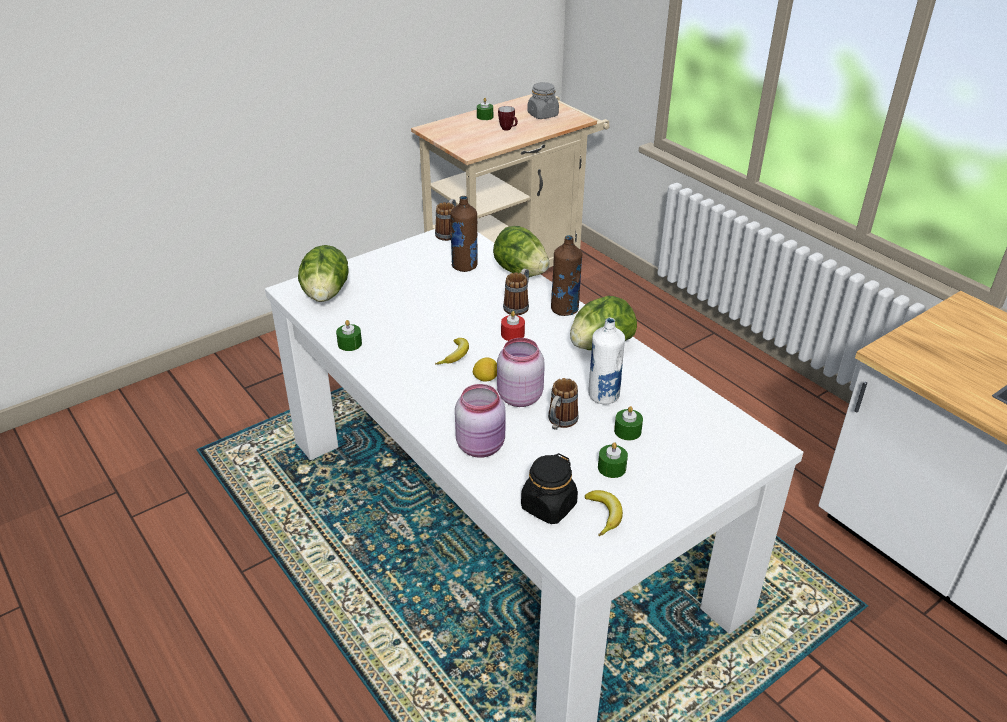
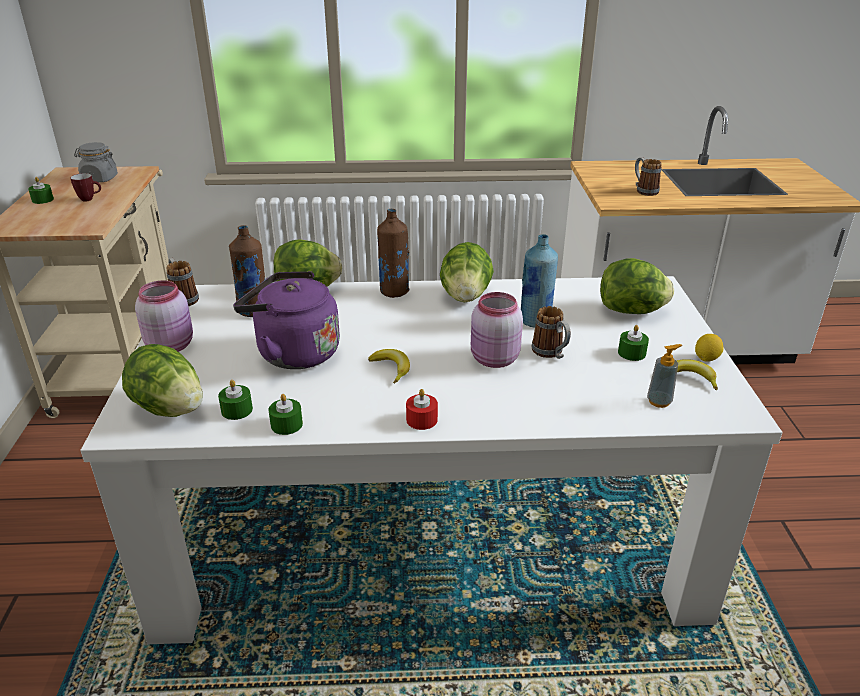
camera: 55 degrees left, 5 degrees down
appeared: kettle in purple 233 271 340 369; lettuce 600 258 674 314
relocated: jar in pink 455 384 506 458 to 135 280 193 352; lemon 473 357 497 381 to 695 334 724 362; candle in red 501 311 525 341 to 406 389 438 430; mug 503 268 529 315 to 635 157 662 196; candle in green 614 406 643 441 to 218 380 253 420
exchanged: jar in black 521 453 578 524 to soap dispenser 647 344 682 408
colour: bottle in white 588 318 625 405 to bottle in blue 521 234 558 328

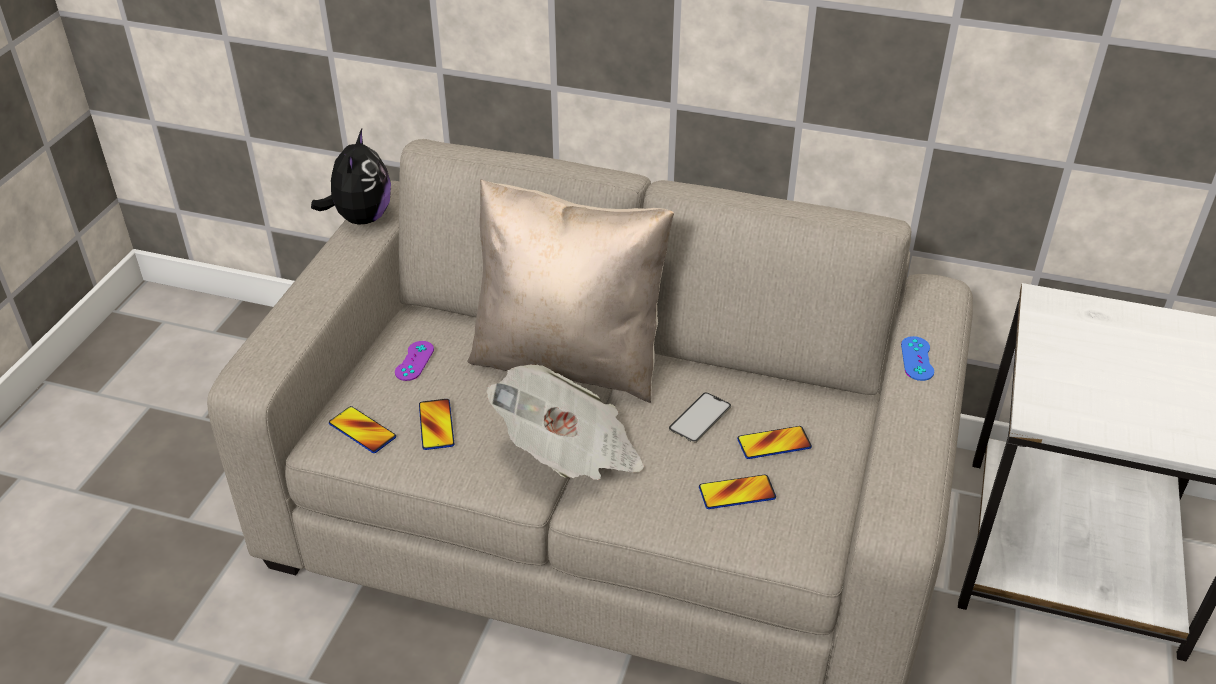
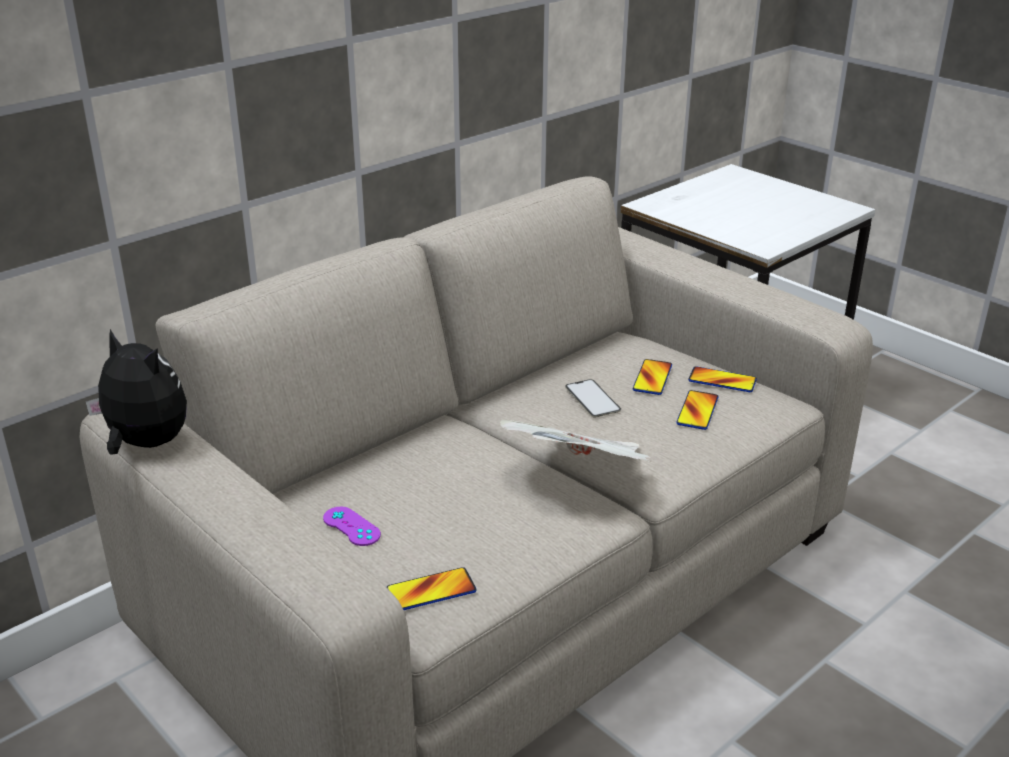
camera: 60 degrees left, 10 degrees down
missing: pillow in beige 468 179 674 403; game controller in blue 901 336 934 381
relocated: phone 419 399 454 450 to 688 366 757 392

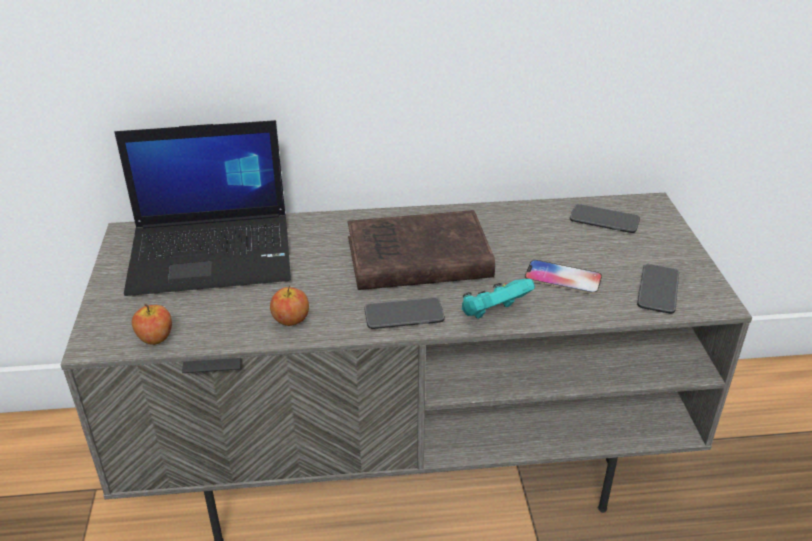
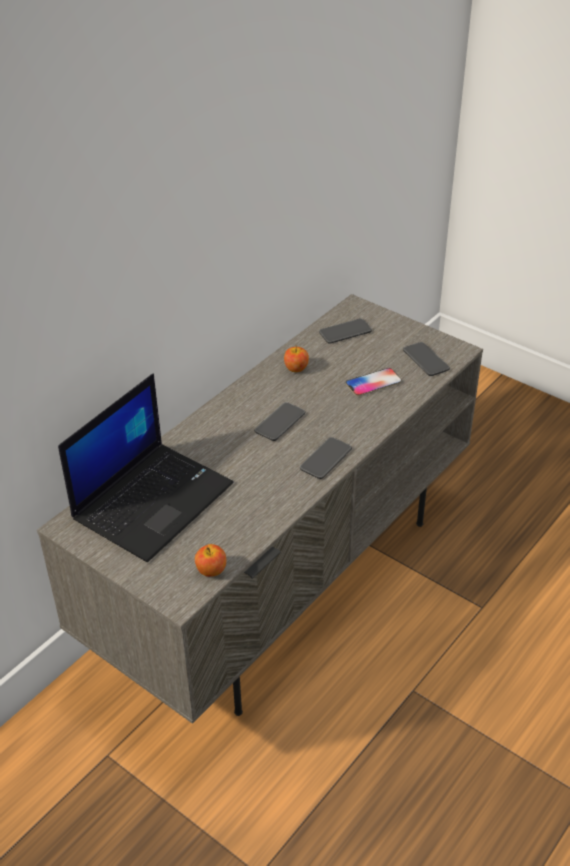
camera: 45 degrees left, 5 degrees up
missing: game controller in turquoise 462 279 535 319
relocated: apple 270 285 309 326 to 284 345 309 372
exchanged: book in brown 348 210 495 290 to phone 254 402 305 441

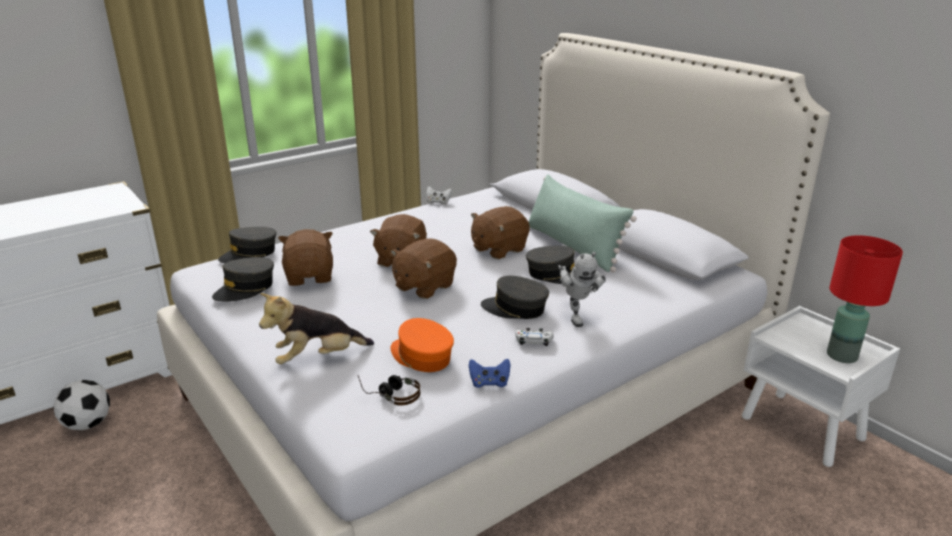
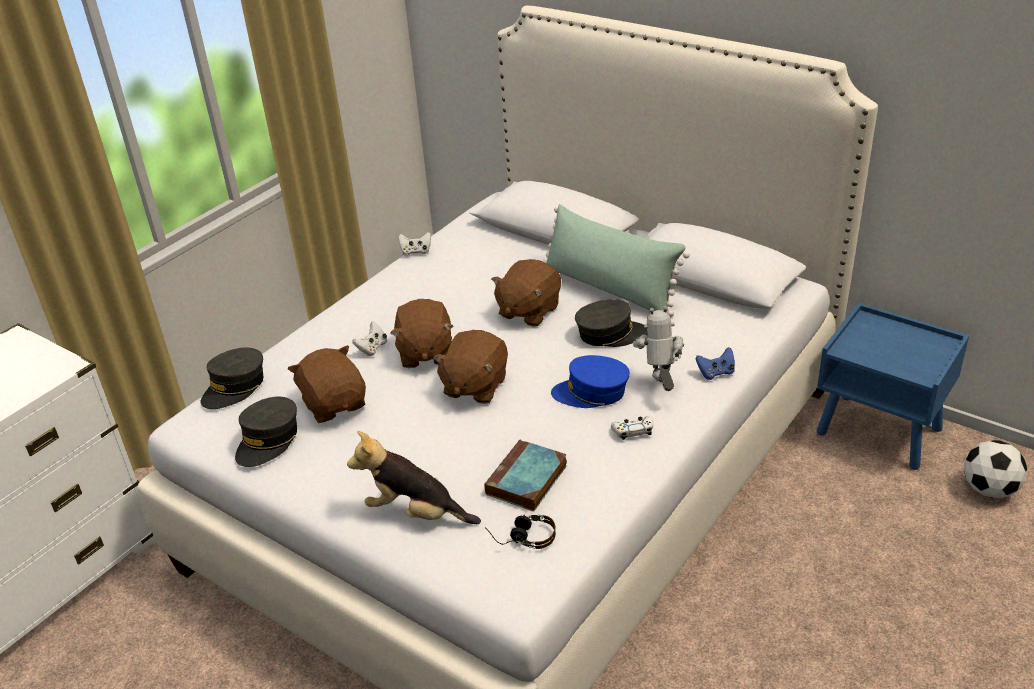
camera: 15 degrees left, 10 degrees up
missing: table lamp in red 827 235 903 363
appeared: game controller in white 352 321 387 356
relocated: football 53 380 110 431 to 964 440 1028 499; game controller in blue 469 359 510 388 to 696 347 735 380
exchanged: cap in orange 390 318 454 372 to book 484 440 567 512
colour: cap in grey 481 276 549 319 to cap in blue 551 355 630 408; nightstand in white 742 306 900 467 to nightstand in blue 817 303 969 470
spun: plush toy 259 293 374 364 = 347 431 481 524 60 degrees clockwise; toy robot 559 252 606 327 = 633 306 684 391 150 degrees counterclockwise

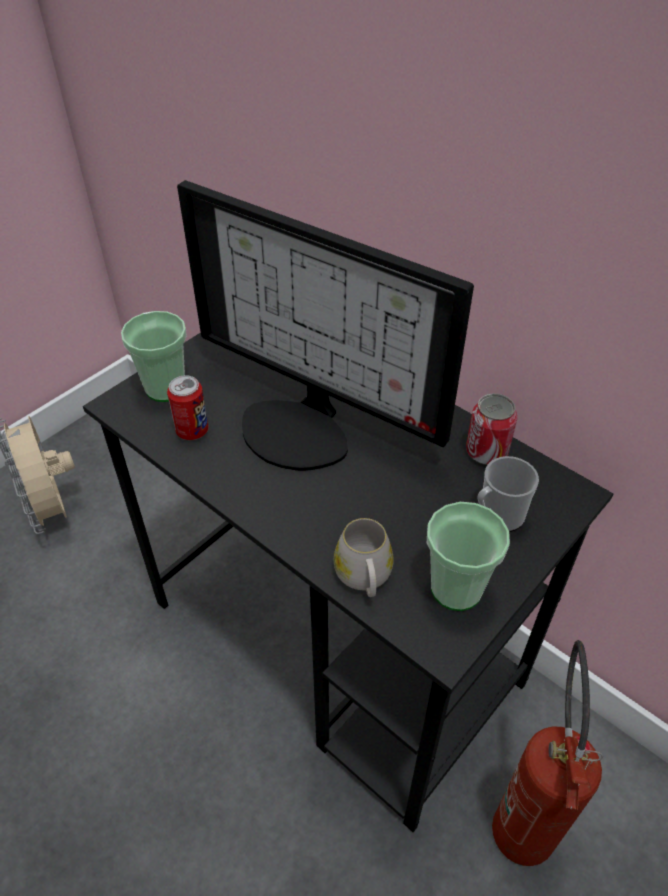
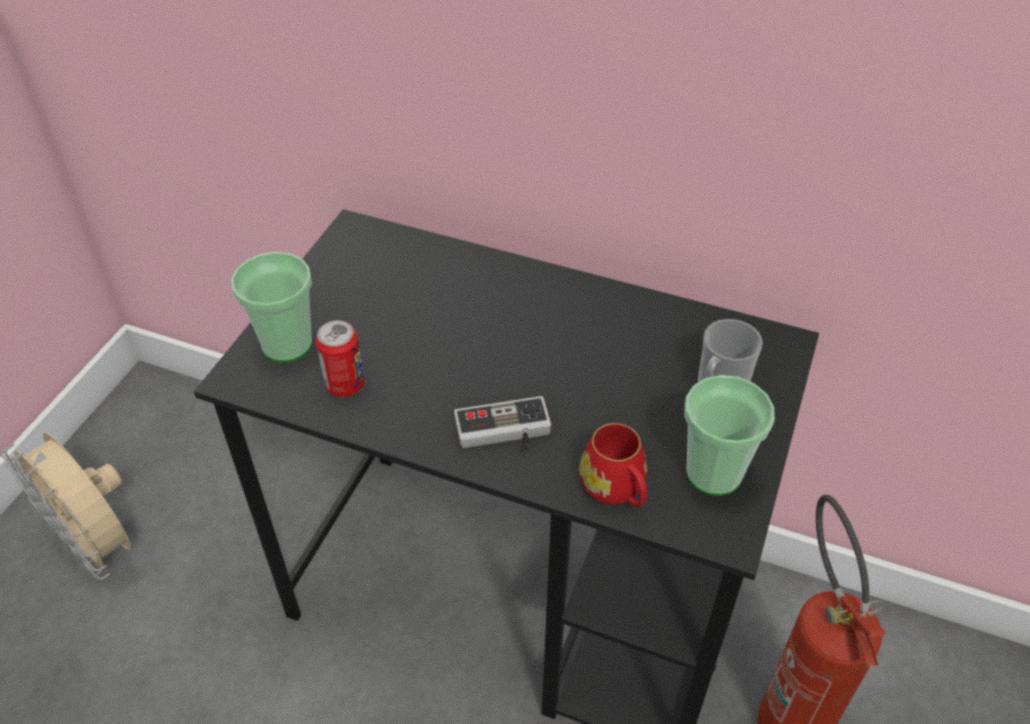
camera: 20 degrees left, 0 degrees up
missing: monitor 177 180 474 471; can 466 393 518 465
appeared: game controller 454 396 551 451
colour: mug in white 334 518 394 597 to mug in red 579 423 647 507

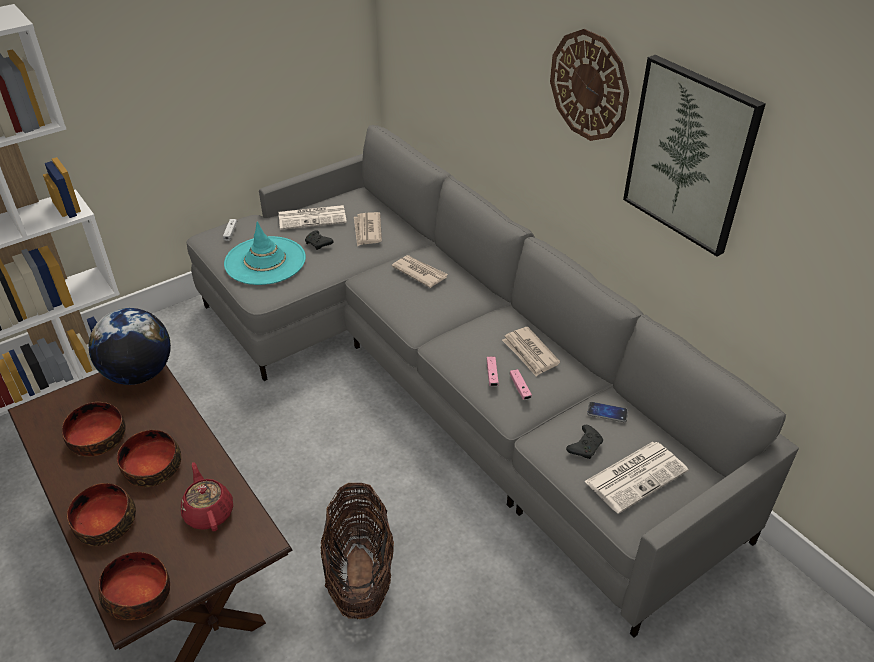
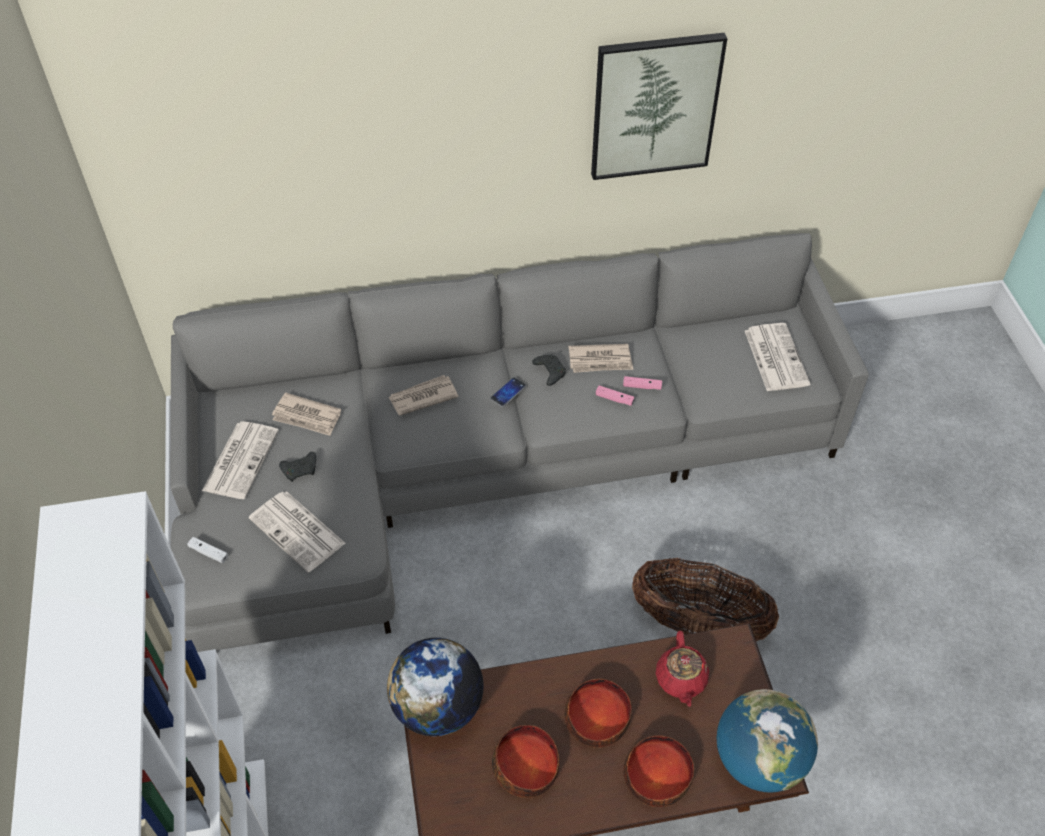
camera: 65 degrees left, 10 degrees up
missing: wall clock 550 29 629 141
relocated: game controller in black 566 425 603 459 to 532 354 566 386; phone 587 402 628 422 to 490 377 527 407
exchanged: bowl 98 552 170 620 to globe 717 689 818 793; hat in turquoise 224 222 306 285 to newspaper 249 491 346 572
spun: teapot in red 181 462 233 532 = 656 631 709 707 90 degrees counterclockwise

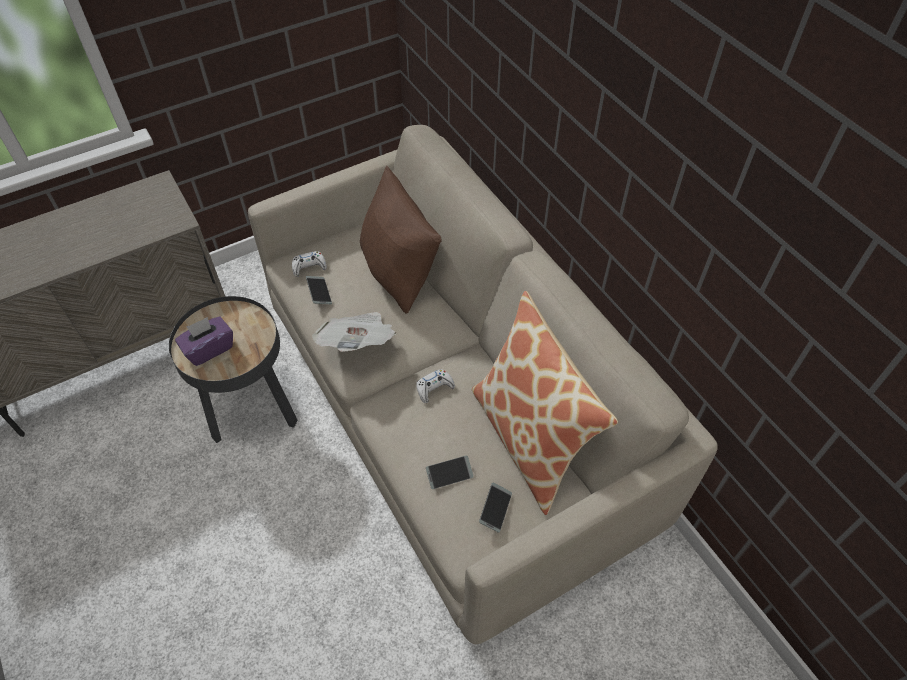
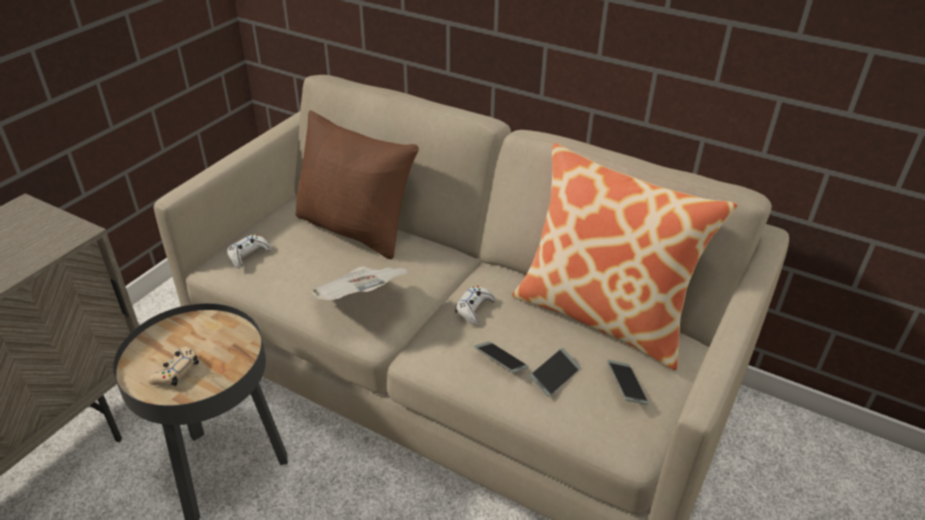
camera: 30 degrees left, 15 degrees down
relocated: phone 306 276 332 304 to 474 341 529 373
exchanged: tissue box in purple 175 316 233 366 to game controller in beige 148 346 199 386

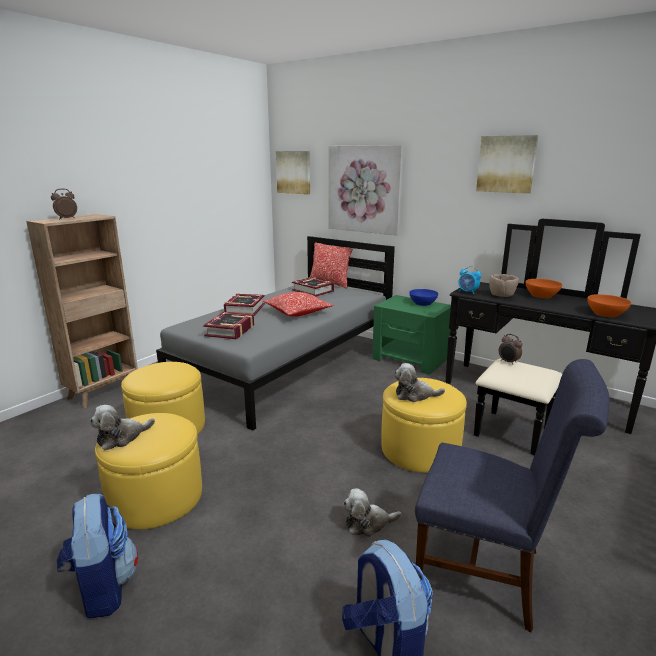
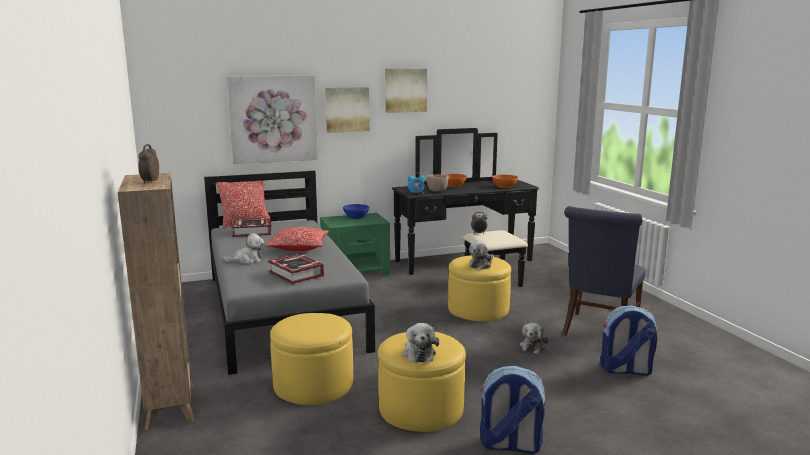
camera: 55 degrees left, 5 degrees down
relocated: picture 276 151 310 195 to 325 87 370 133
exchanged: book 224 294 265 315 to plush toy 223 233 264 264
spun: chair in blue 415 359 610 632 = 562 206 646 336 150 degrees clockwise

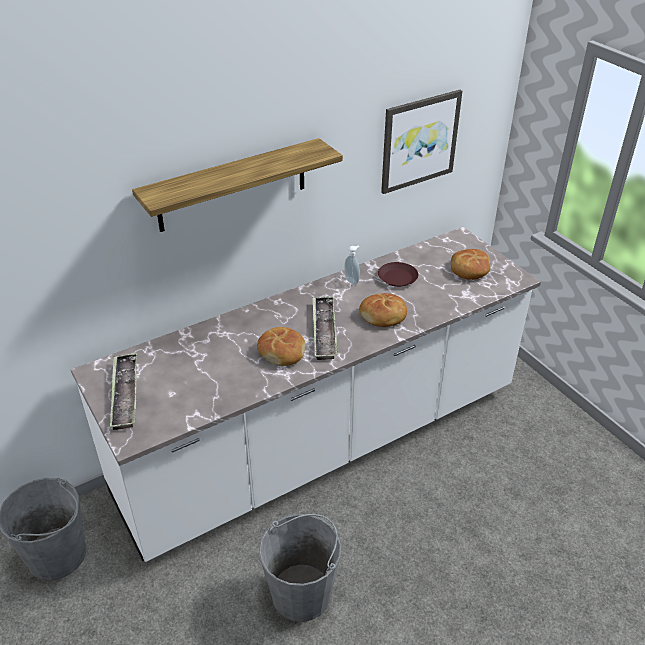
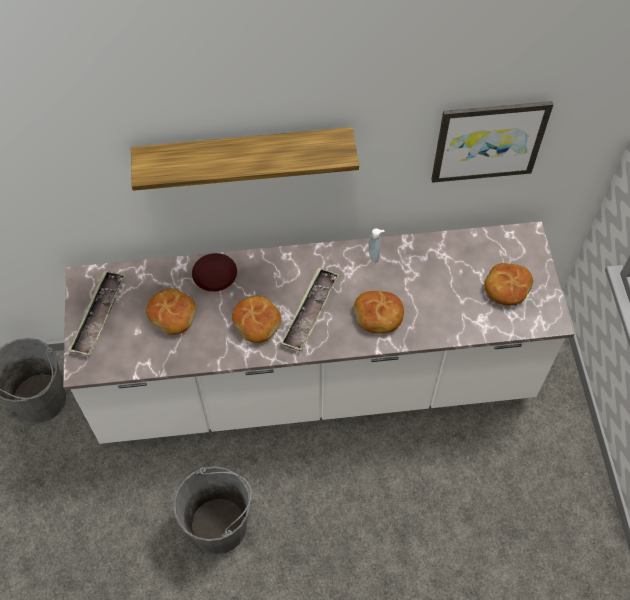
camera: 25 degrees right, 20 degrees up
appeared: bread 146 288 196 335
relocated: plate in brown 378 262 418 287 to 192 253 237 292

